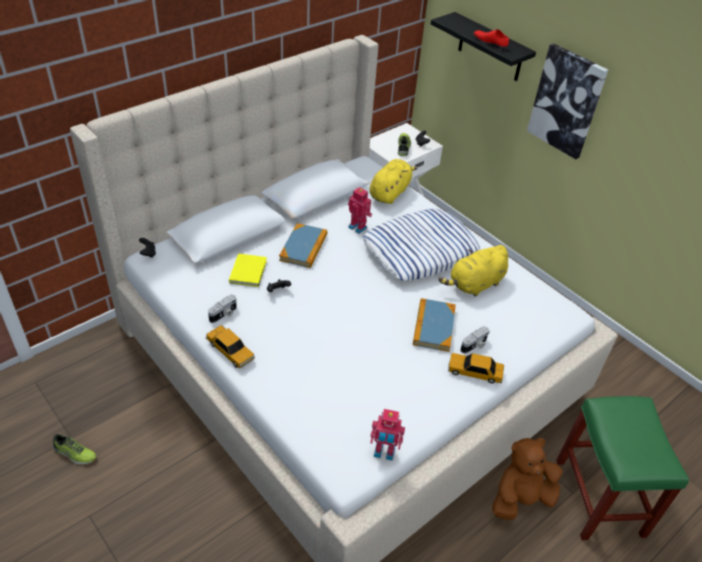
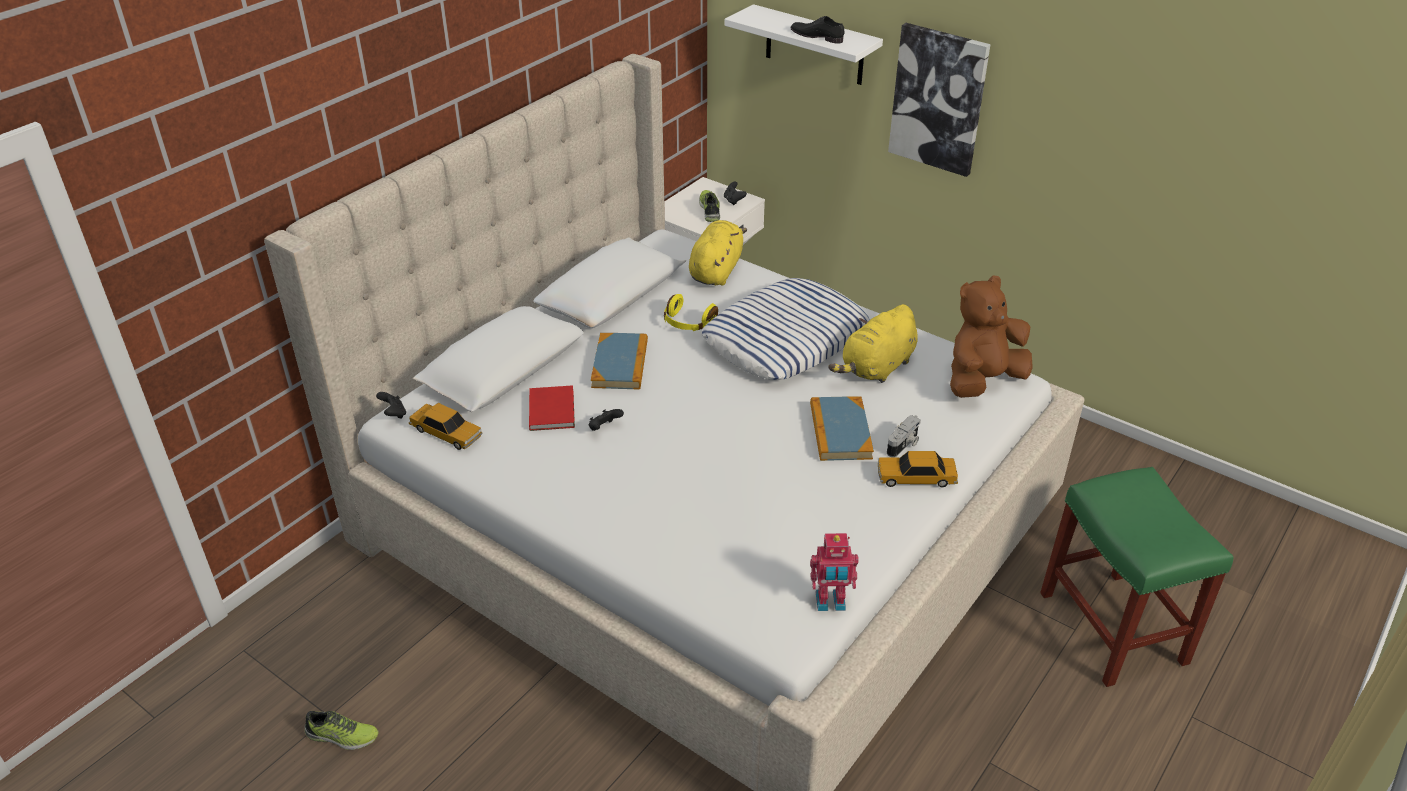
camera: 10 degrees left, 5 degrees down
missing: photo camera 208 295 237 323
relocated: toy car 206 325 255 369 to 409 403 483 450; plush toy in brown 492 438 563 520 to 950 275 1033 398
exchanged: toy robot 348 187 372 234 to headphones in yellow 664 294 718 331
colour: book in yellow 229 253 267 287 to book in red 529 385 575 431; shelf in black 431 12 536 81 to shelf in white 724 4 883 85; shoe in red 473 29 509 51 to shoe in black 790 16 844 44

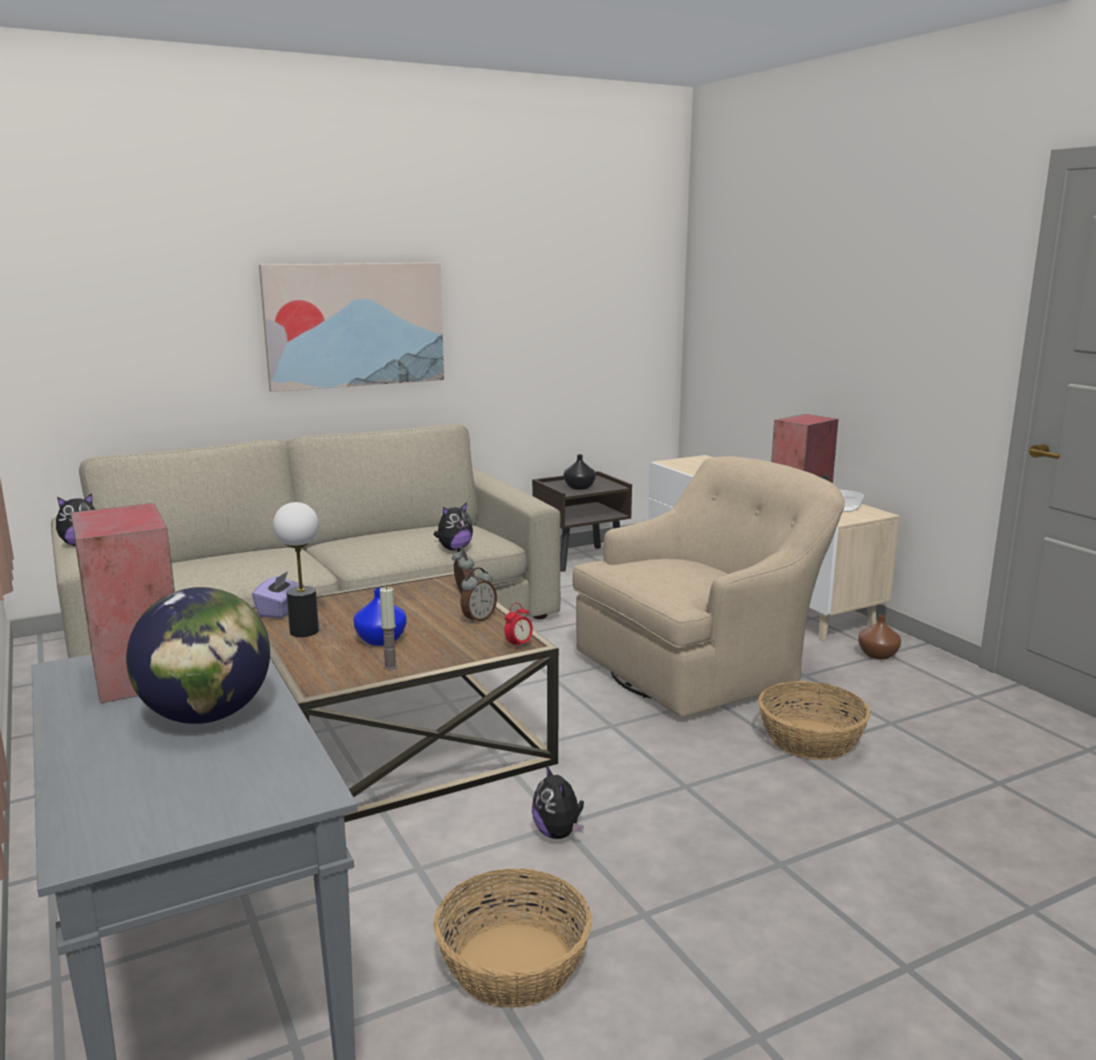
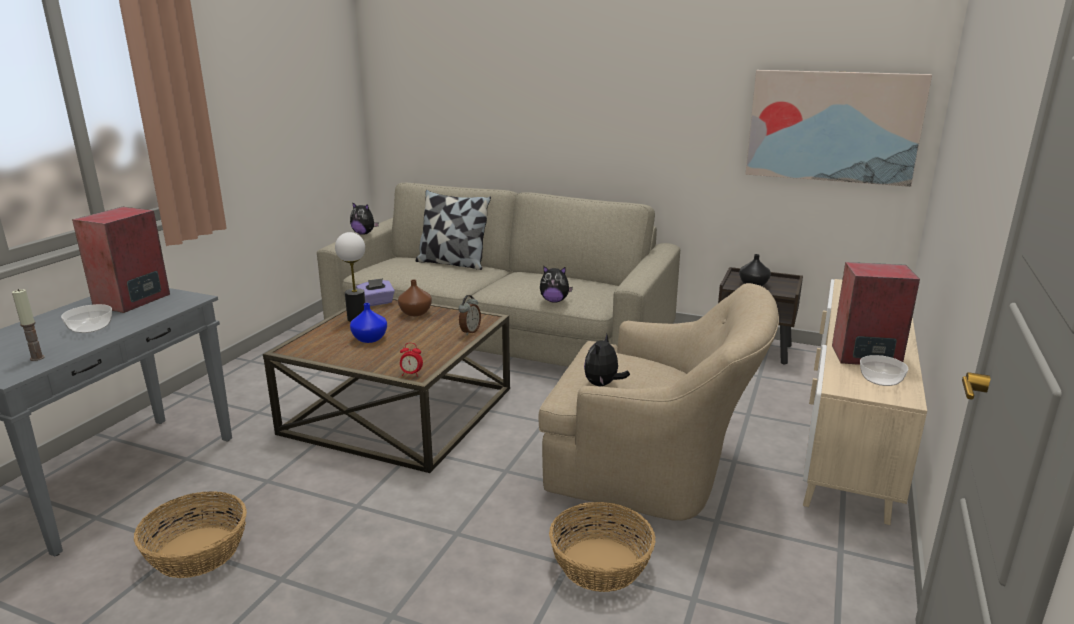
camera: 50 degrees right, 5 degrees up
missing: alarm clock 461 567 497 623
appeared: pillow 416 190 491 270
relocated: picture 259 263 444 392 to 745 70 932 187; candle 380 587 398 670 to 12 289 45 361; plush toy 532 764 584 839 to 584 334 630 386; vase in brown 858 615 901 660 to 398 280 432 316
exchanged: globe 126 587 270 724 to bowl 61 304 112 333

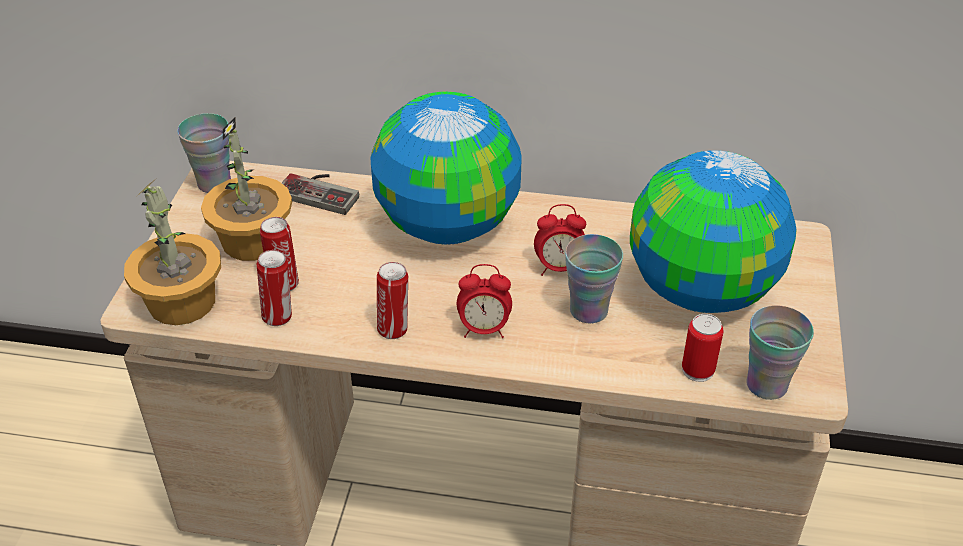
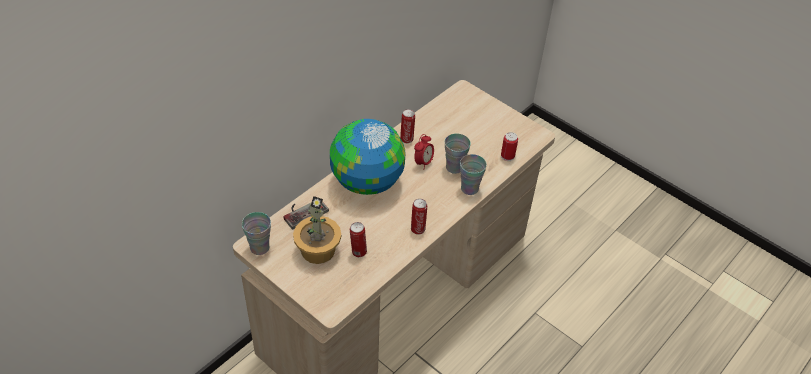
camera: 60 degrees left, 5 degrees up
missing: potted plant 124 178 221 325; alarm clock 457 264 512 338; globe 630 150 797 313
relocated: can 257 250 292 326 to 400 109 415 143; cup 746 305 814 400 to 460 154 487 195

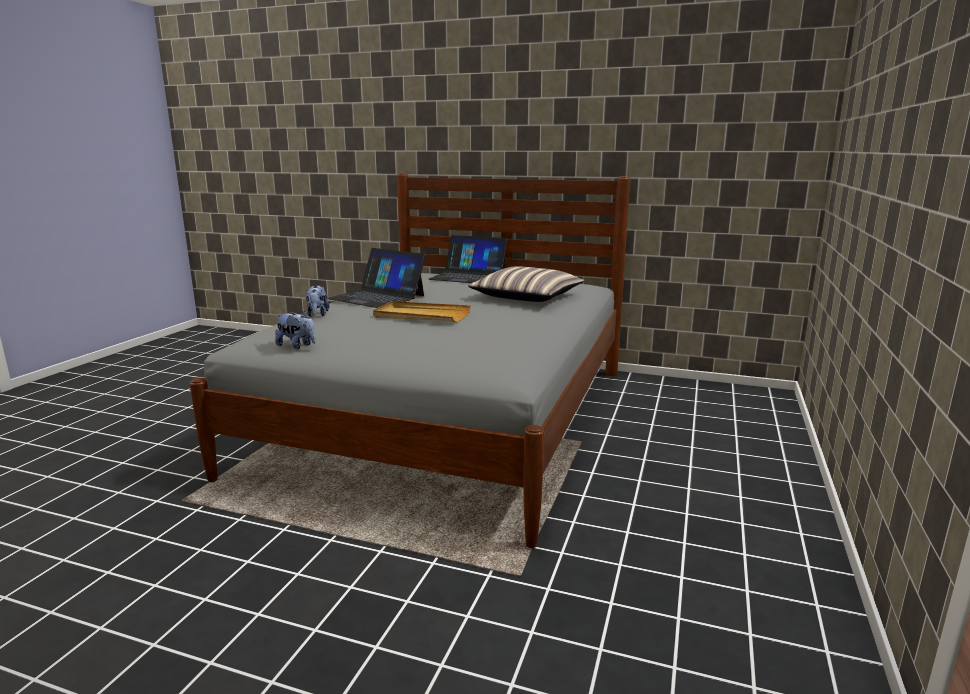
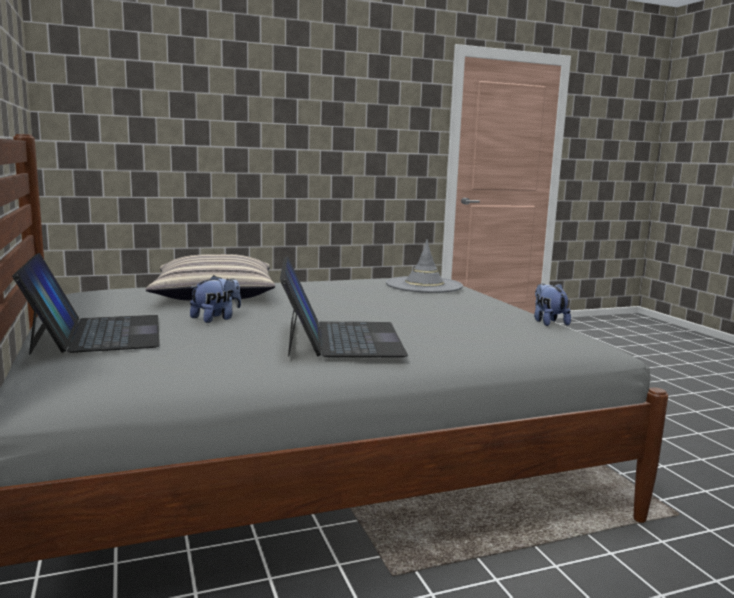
camera: 130 degrees left, 5 degrees down
missing: tray in beige 373 301 471 322
appeared: hat in grey 386 239 463 293
relocated: plush toy 306 285 329 317 to 190 275 241 323

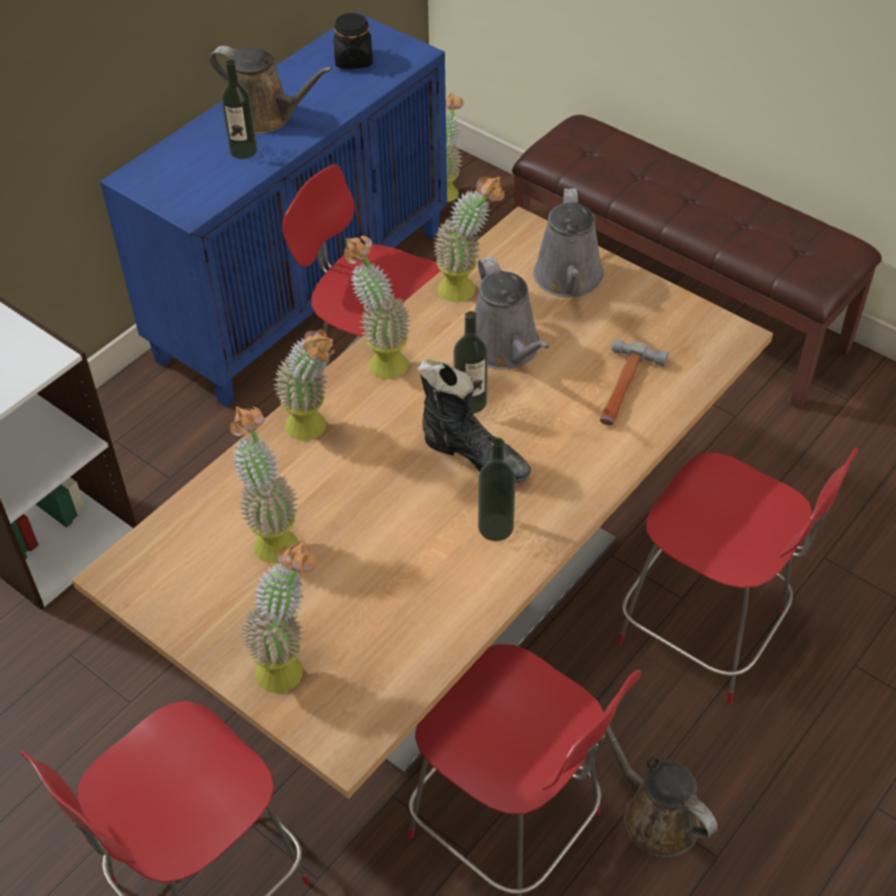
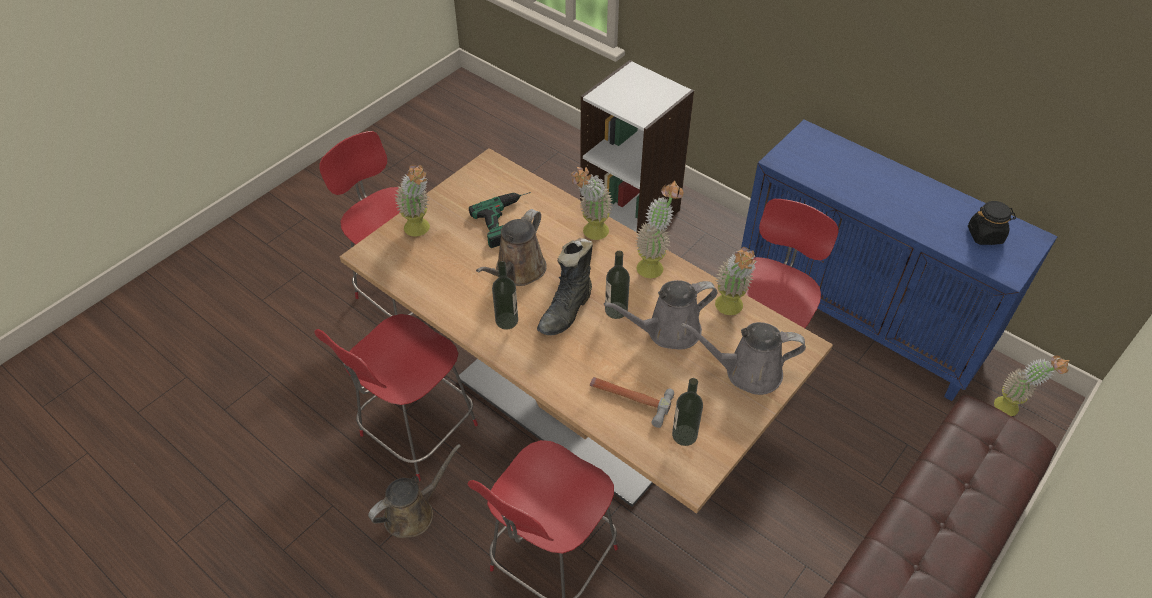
camera: 90 degrees right, 0 degrees up
relocated: watering can in brown 209 46 333 134 to 476 209 547 286; bottle 221 59 258 159 to 672 378 703 446
exchanged: potted plant 230 406 299 563 to power drill 469 192 531 248

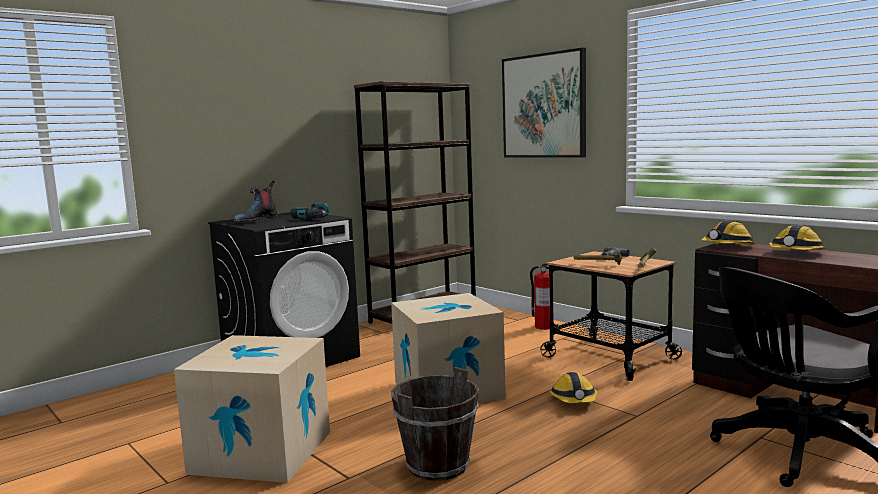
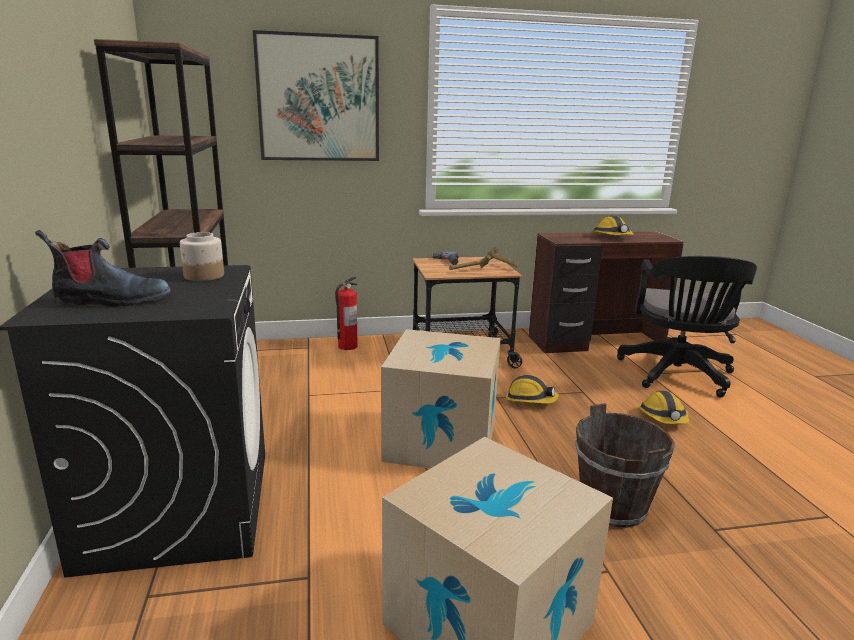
camera: 60 degrees left, 10 degrees up
relocated: hard hat 701 220 756 245 to 638 391 689 424
exchanged: power drill 290 203 329 219 to jar 180 232 224 281
spun: boot 233 181 277 222 = 35 230 171 307 75 degrees counterclockwise

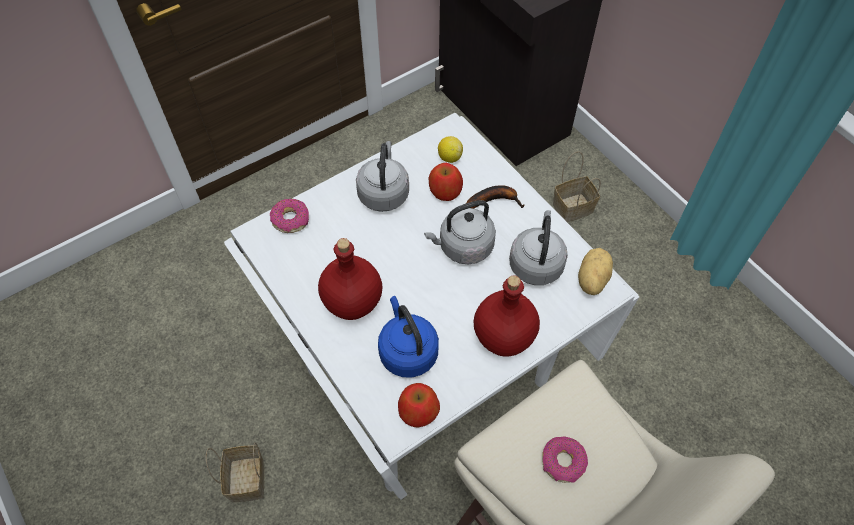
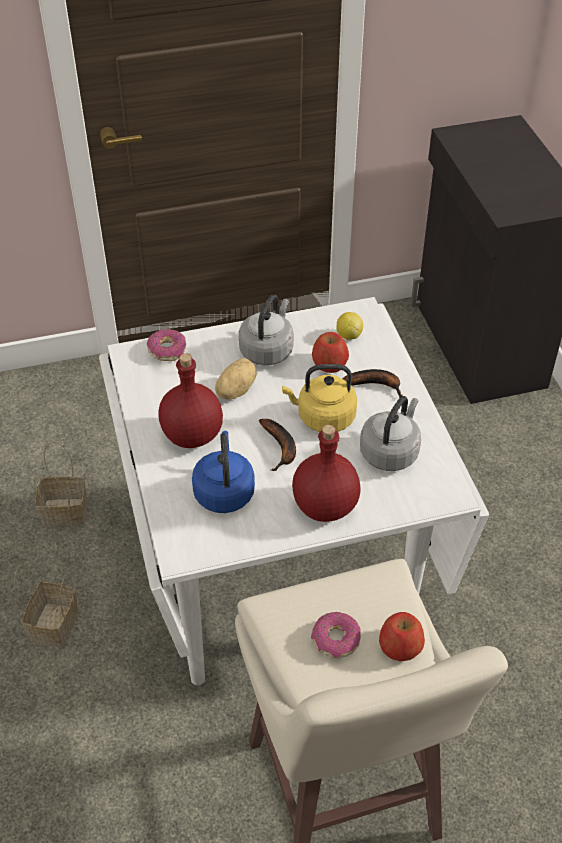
camera: 20 degrees right, 10 degrees down
appeared: banana 259 419 296 471
relocated: apple 398 383 440 428 to 379 612 425 661; basket 553 151 601 222 to 35 441 87 527; potato 578 248 613 295 to 215 358 257 400
colour: kettle in grey 424 200 496 264 to kettle in yellow 282 364 357 432

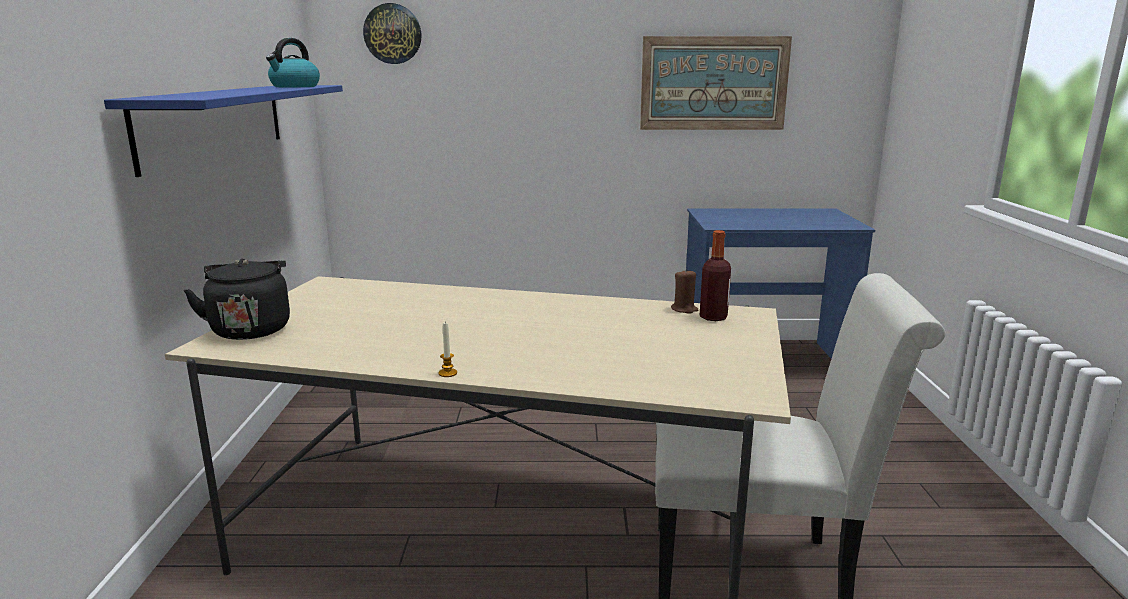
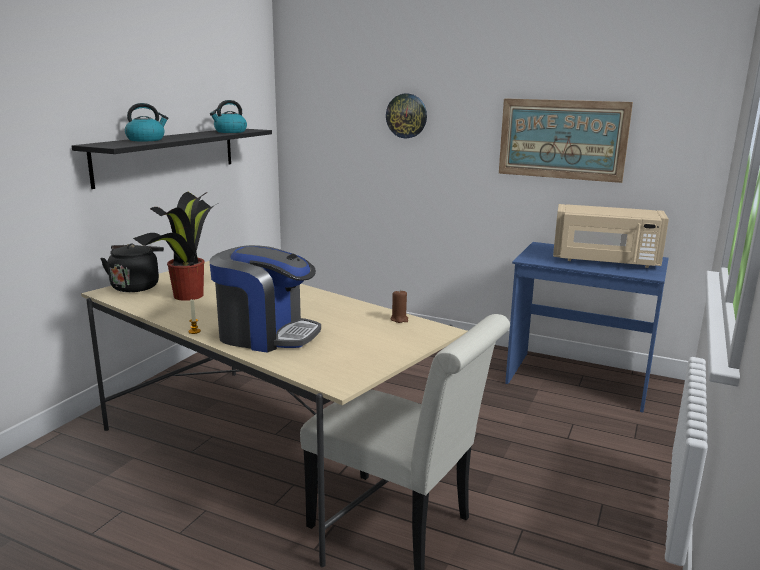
camera: 25 degrees right, 0 degrees up
missing: bottle 700 230 731 321
appeared: kettle 125 103 169 141; potted plant 133 192 220 301; coffee machine 210 245 321 353; microwave in beige 553 204 669 268
relocated: wall clock 363 3 422 64 to 386 94 427 138
colour: shelf in blue 104 85 343 177 to shelf in black 72 129 272 189

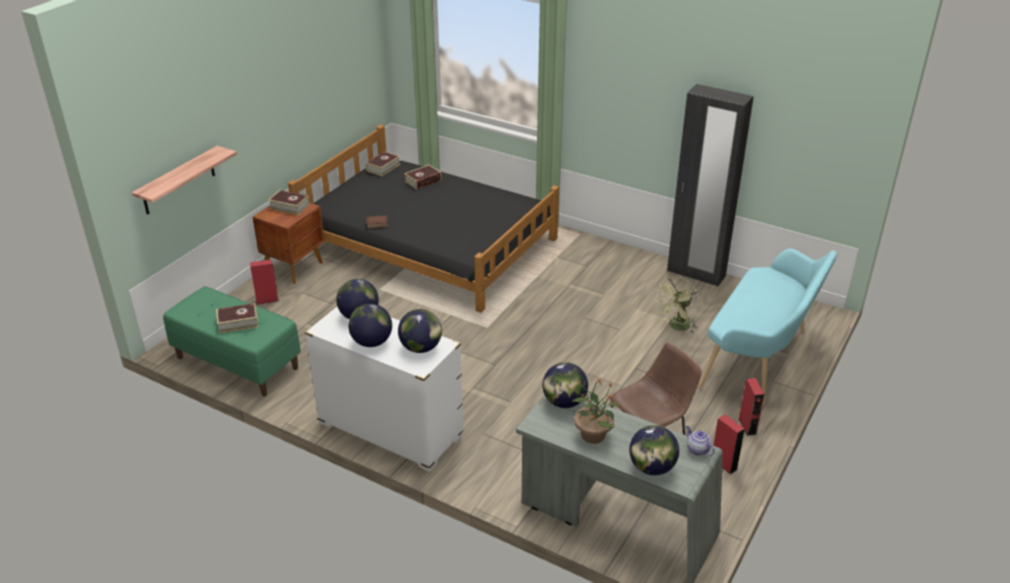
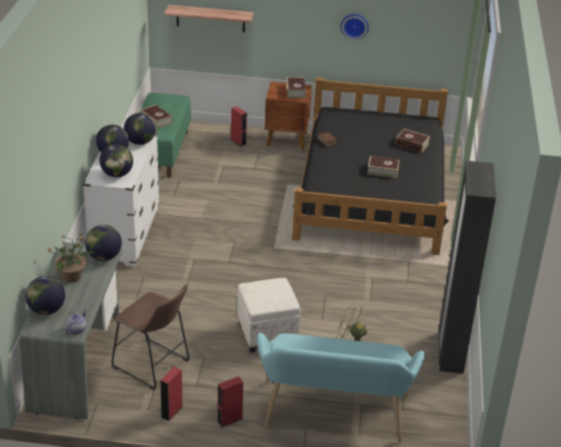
camera: 65 degrees right, 0 degrees up
appeared: ottoman in white 237 278 300 353; wall clock 341 14 369 40
relocated: book 366 151 401 176 to 367 156 400 178

